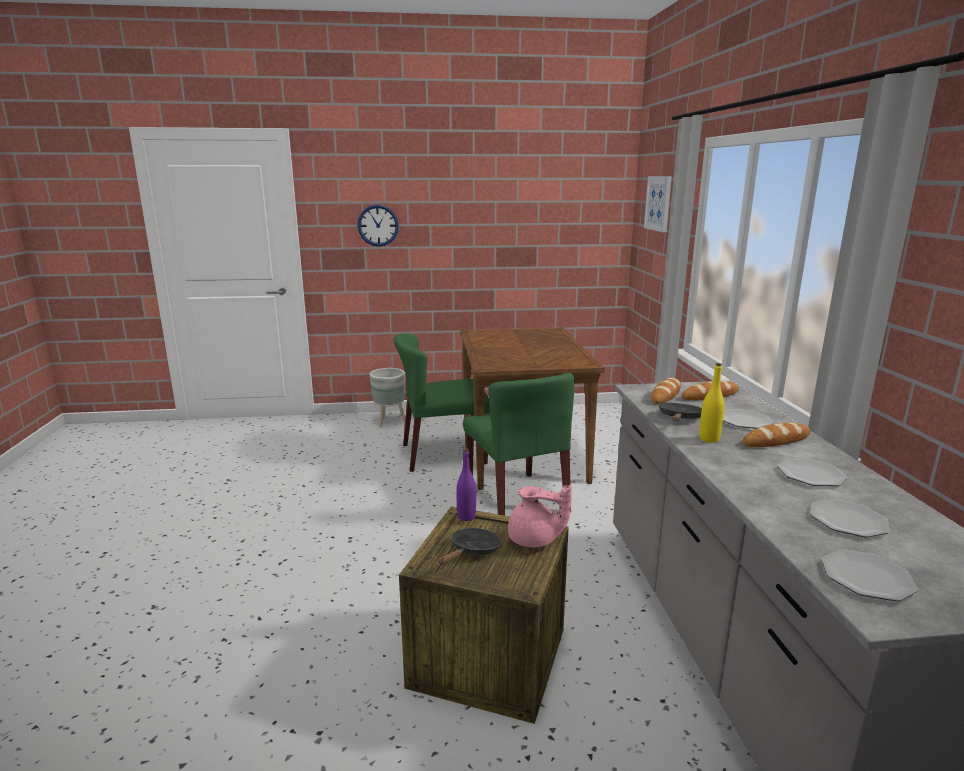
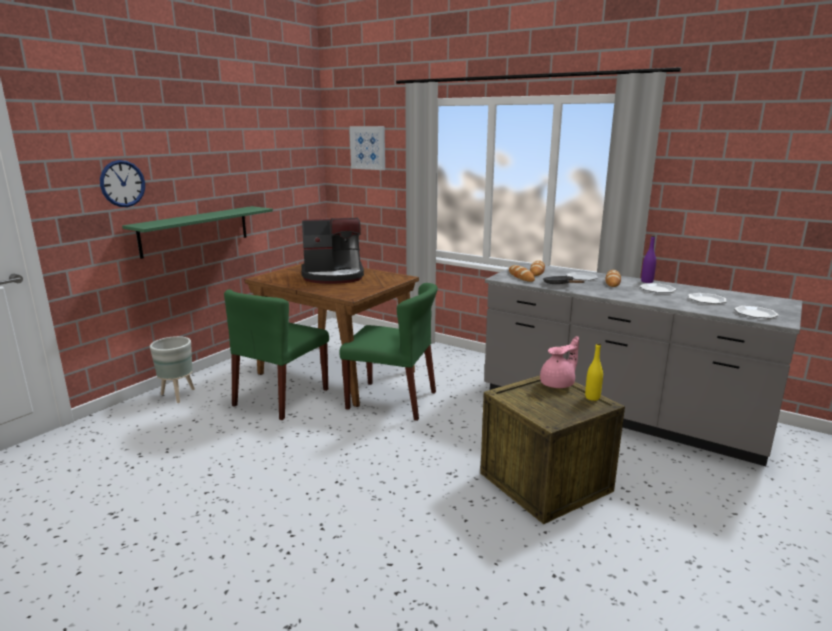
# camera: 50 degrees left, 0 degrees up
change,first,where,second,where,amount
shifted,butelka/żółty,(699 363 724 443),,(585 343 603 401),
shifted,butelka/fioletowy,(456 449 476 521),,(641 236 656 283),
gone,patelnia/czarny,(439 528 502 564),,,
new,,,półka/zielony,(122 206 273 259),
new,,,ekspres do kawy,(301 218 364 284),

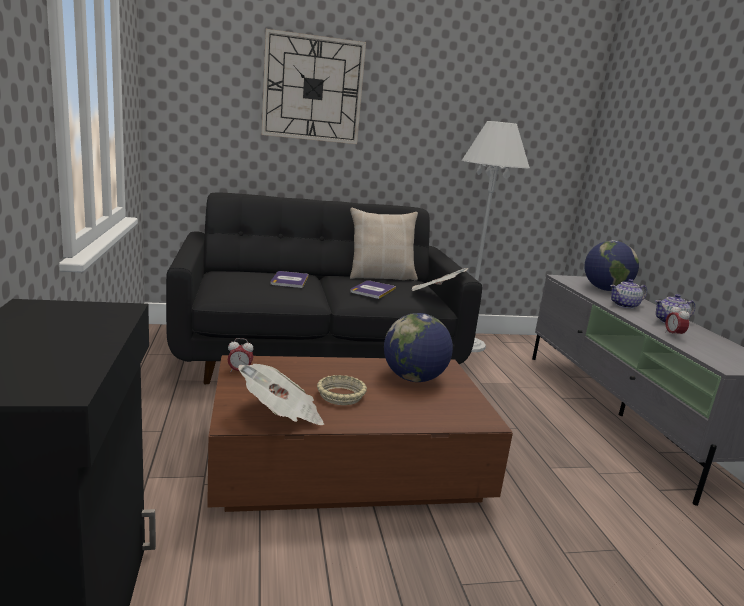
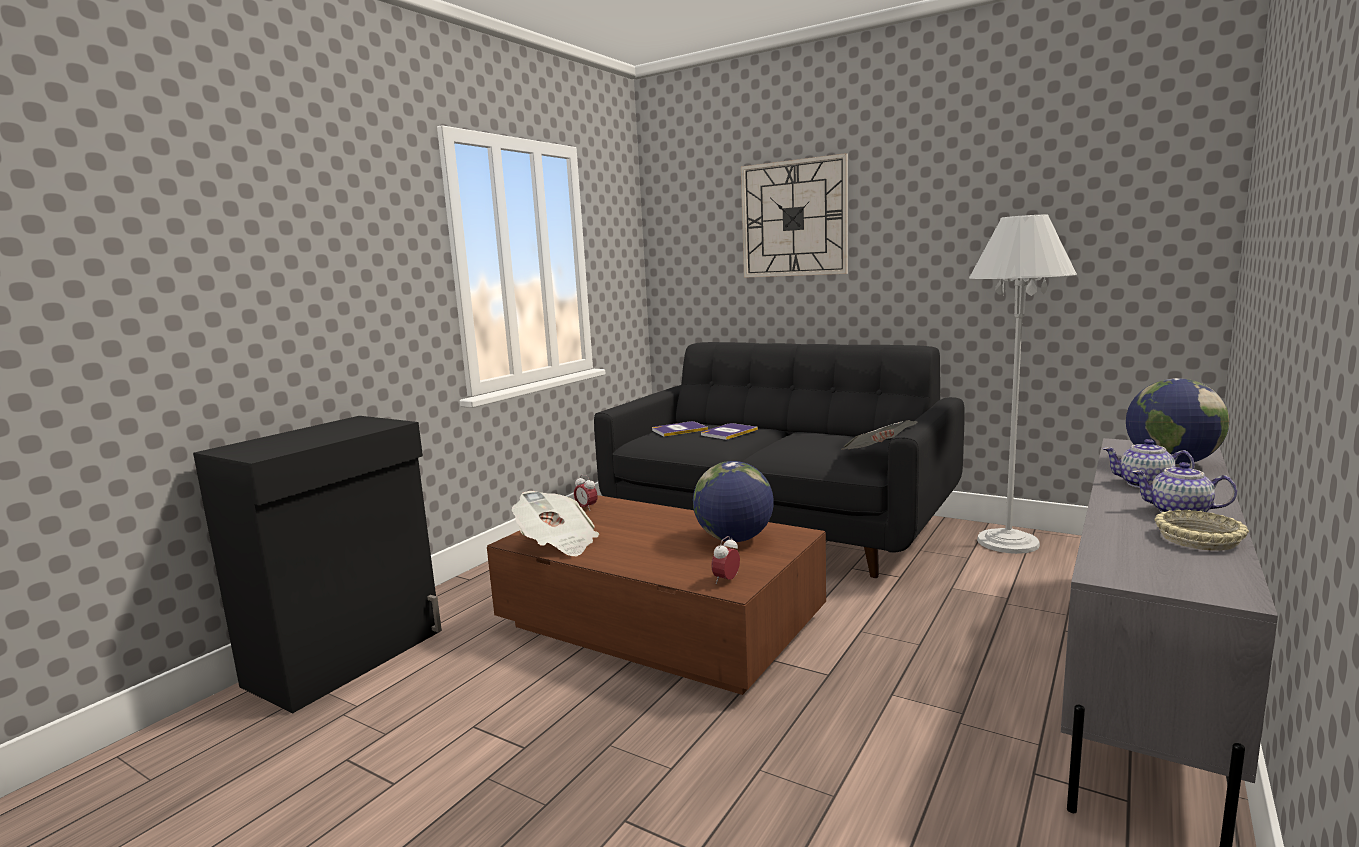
# camera: 45 degrees right, 5 degrees down
change,first,where,second,where,amount
gone,poduszka/beżowy,(350 208 418 281),,,
shifted,książka,(350 281 396 299),,(652 421 708 437),
shifted,budzik,(665 304 690 338),,(711 536 740 584),
shifted,miska/beżowy,(317 375 367 405),,(1154 510 1249 551),

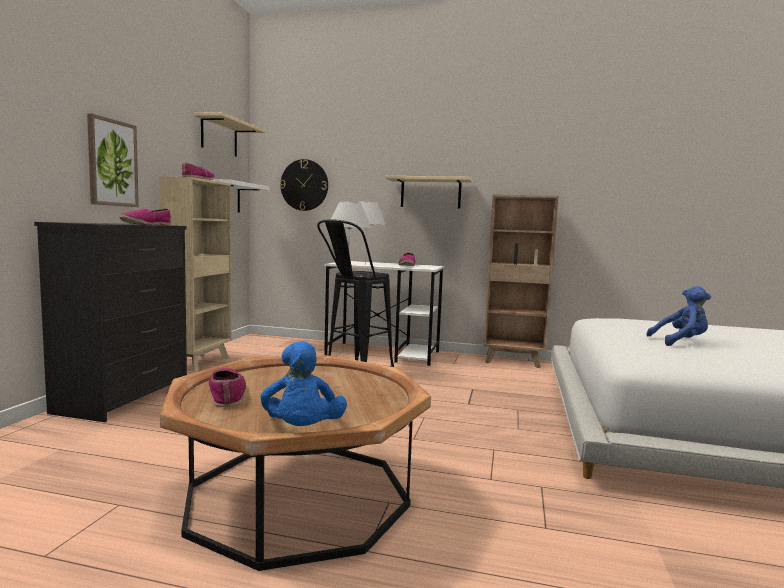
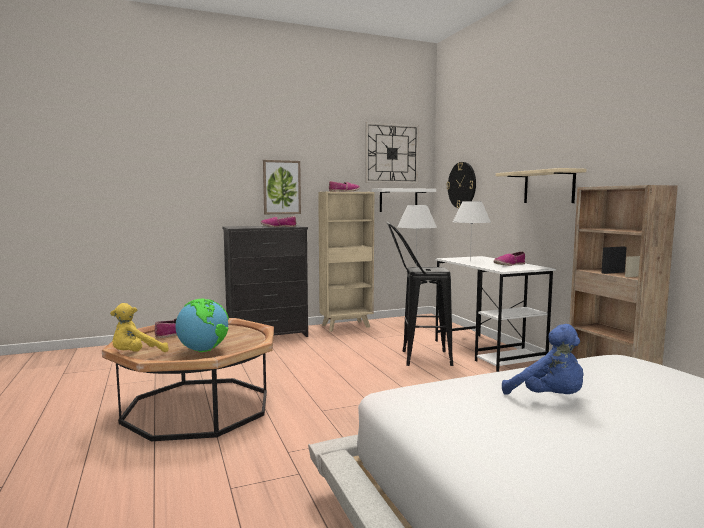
# camera: 55 degrees right, 0 degrees up
change,first,where,second,where,amount
swapped,półka/beżowy,(194 112 266 157),zegar ścienny,(365 122 419 183),
repainted,pluszak/niebieski,(261 341 347 426),pluszak/żółty,(110 303 169 352),
new,,,globus,(175 298 229 352),

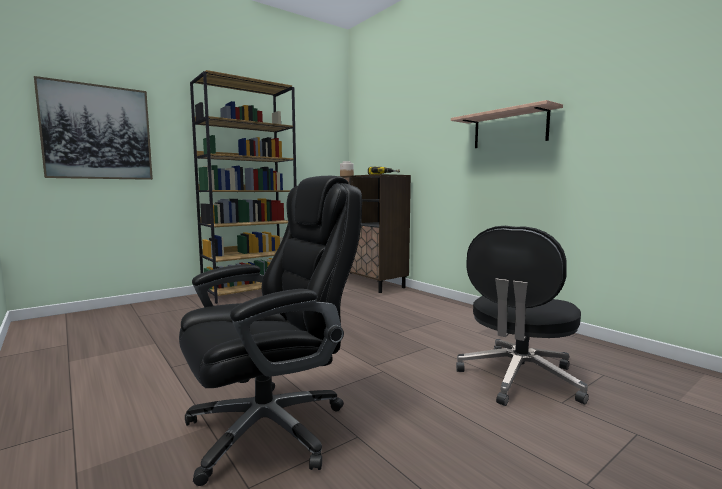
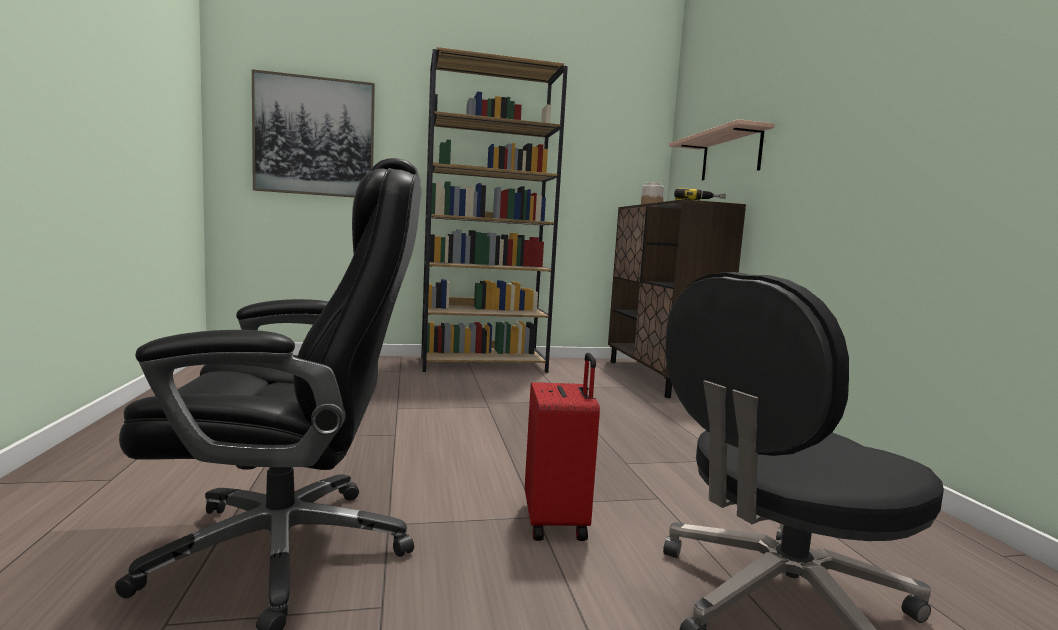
# camera: 25 degrees right, 0 degrees up
change,first,where,second,where,amount
shifted,półka,(451 100 563 148),,(669 119 775 180),
new,,,walizka/czerwony,(525 353 600 541),

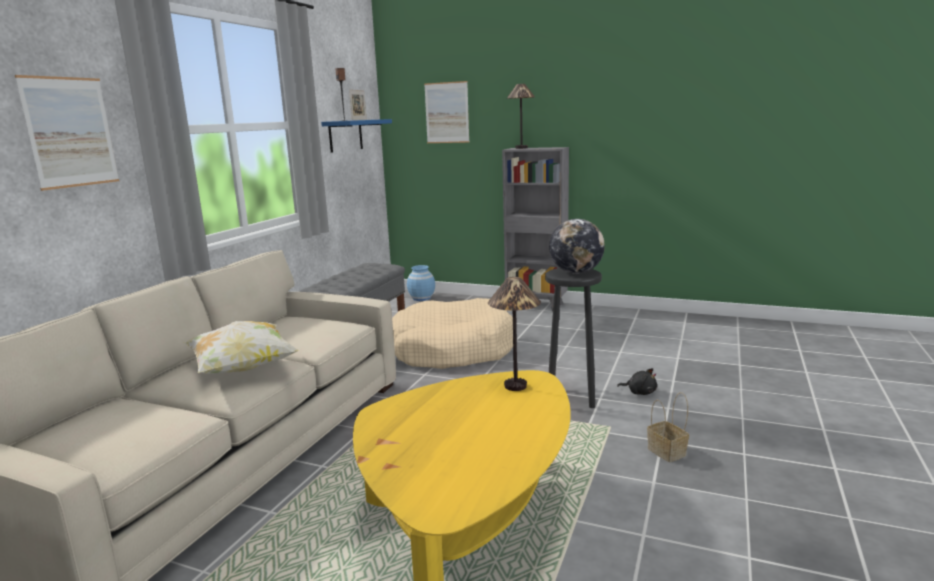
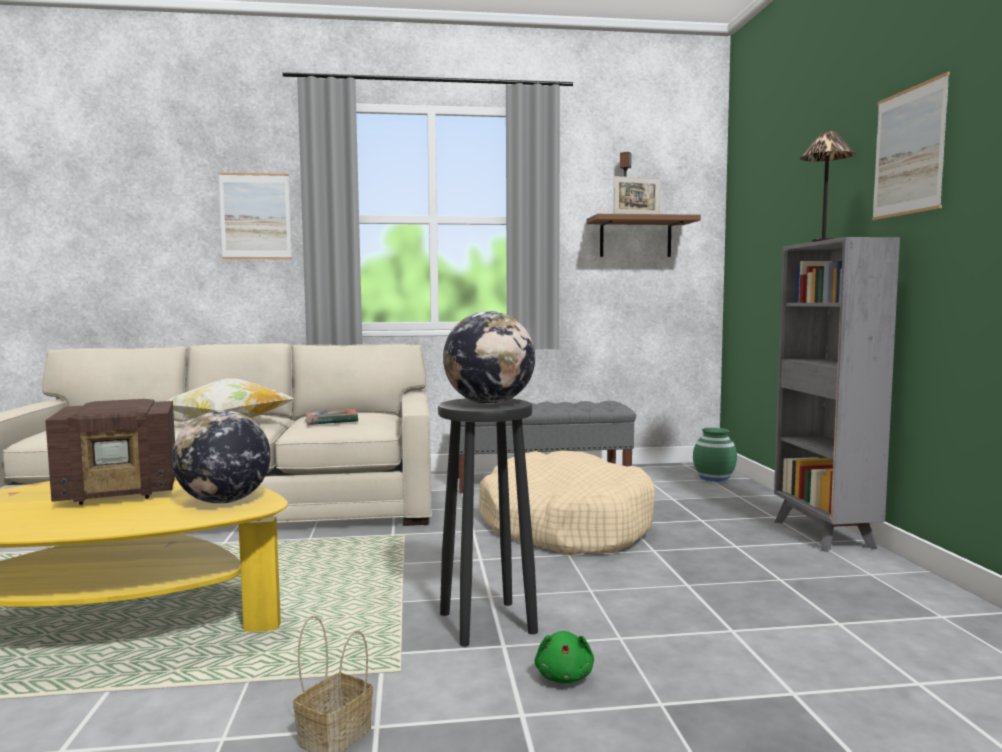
# camera: 60 degrees right, 10 degrees down
change,first,where,second,where,amount
shifted,obraz,(424 81 470 143),,(872 72 950 220),
repainted,półka/niebieski,(321 119 392 153),półka/brązowy,(587 214 701 257),
repainted,wazon/niebieski,(407 265 435 301),wazon/zielony,(693 428 737 481),
swapped,lampa stołowa,(488 277 541 391),globus,(172 410 271 504),
repainted,pluszak/czarny,(617 368 657 395),pluszak/zielony,(535 631 594 683),
new,,,radio,(45 399 175 505),
new,,,książka,(305 409 358 425),

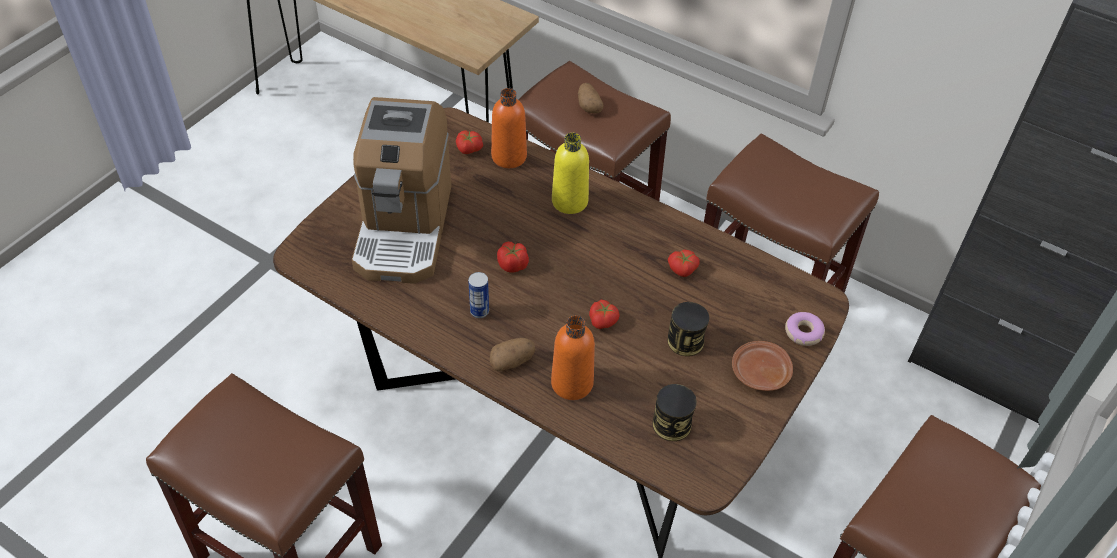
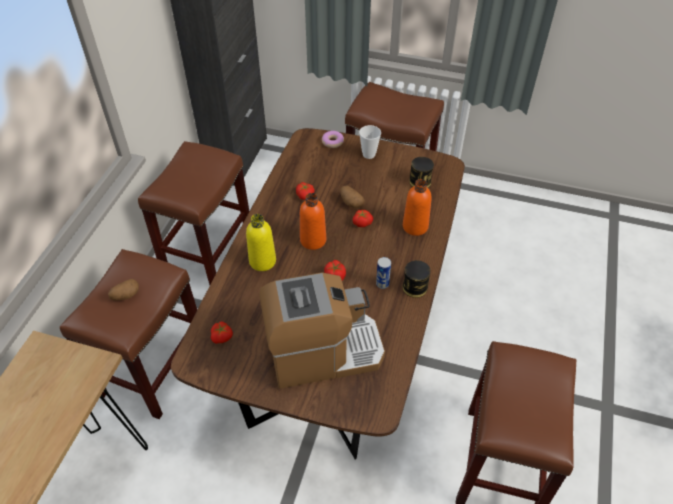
# camera: 105 degrees left, 0 degrees up
change,first,where,second,where,amount
shifted,butelka/pomarańczowy,(491 88 527 168),,(300 193 326 250),
shifted,puszka,(668 302 709 356),,(402 260 431 298),
shifted,ziemniak,(489 338 535 371),,(340 186 365 208),
swapped,talerz/brązowy,(732 341 793 391),filiżanka,(359 125 381 159),

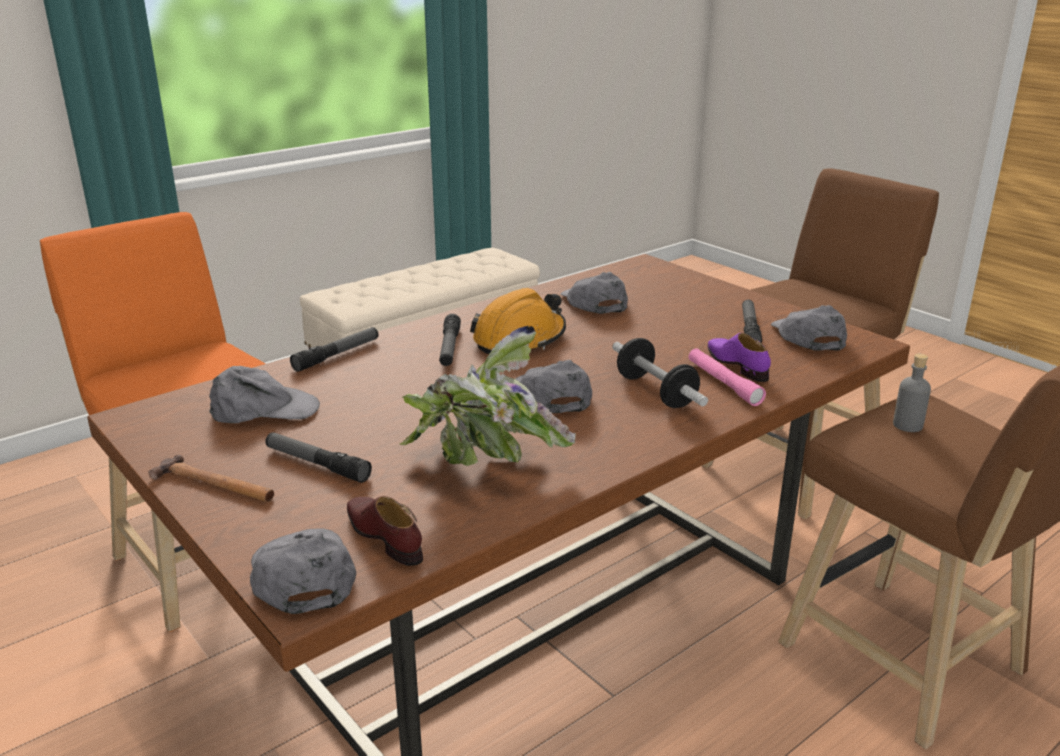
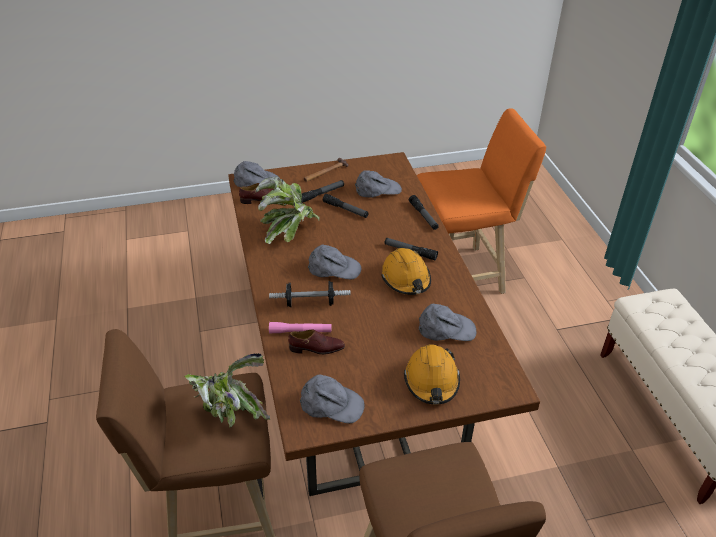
# camera: 115 degrees right, 15 degrees up
change,first,where,second,where,amount
shifted,latarka,(742 300 762 343),,(323 194 369 218),
repainted,but/fioletowy,(707 333 771 382),but/brązowy,(288 330 345 355),
swapped,butelka/szary,(893 354 931 432),roślina doniczkowa,(185 353 270 428),
rotated,czapka z daszkiem/szary,(209 366 320 423),,(355 170 402 198),120 degrees counterclockwise
new,,,kask/pomarańczowy,(404 344 460 404),

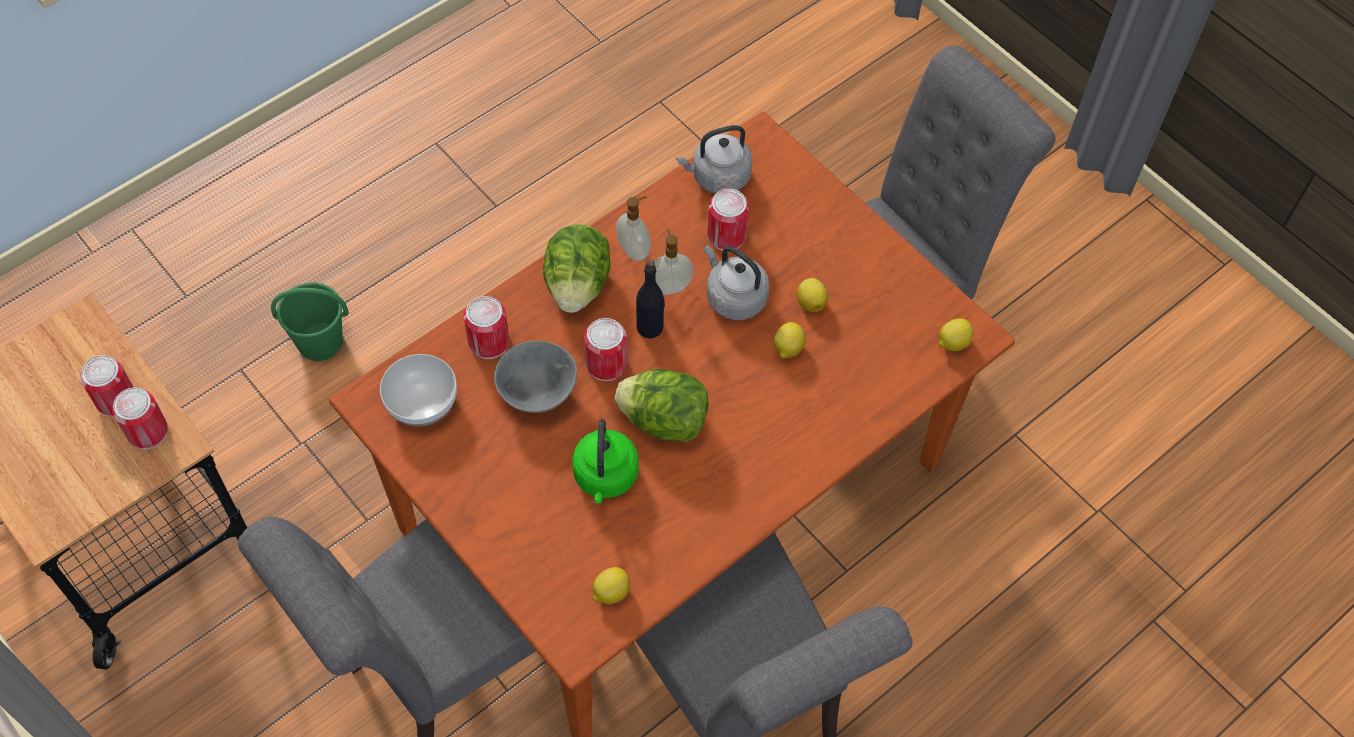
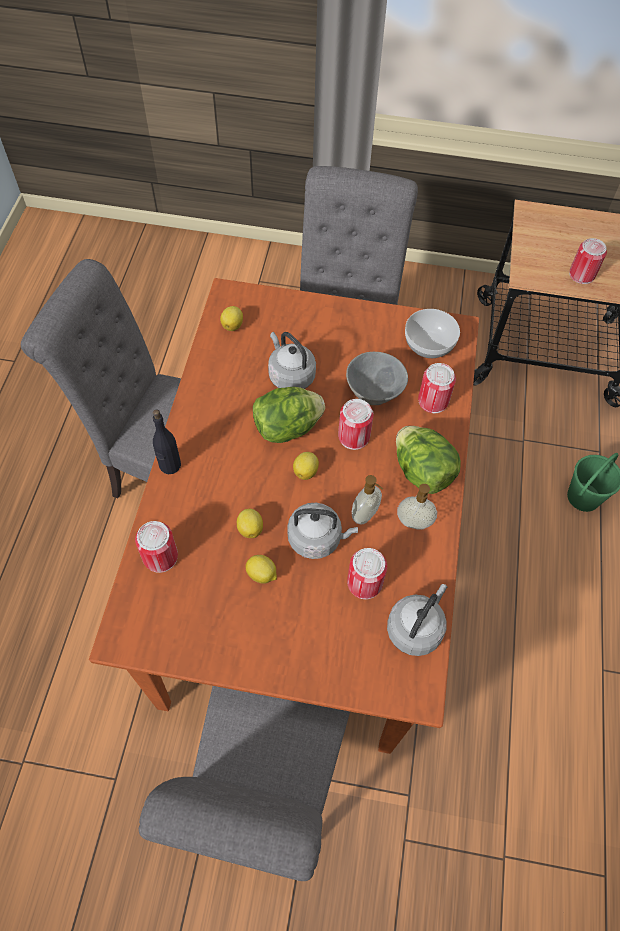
# camera: 140 degrees right, 0 degrees up
change,first,where,second,where,amount
shifted,butelka/czarny,(636 259 665 338),,(153 410 181 474),
shifted,cytryna,(939 318 974 351),,(293 452 319 480),
shifted,puszka,(112 388 168 449),,(135 521 178 573),
repainted,czajnik/zielony,(572 419 639 503),czajnik/szary,(268 332 316 389),

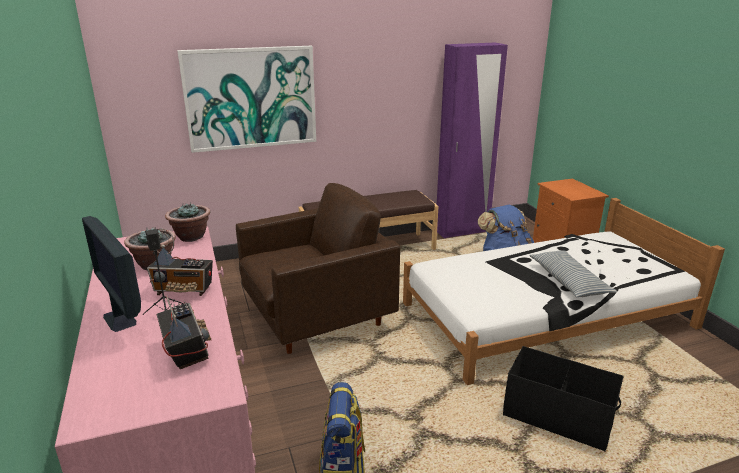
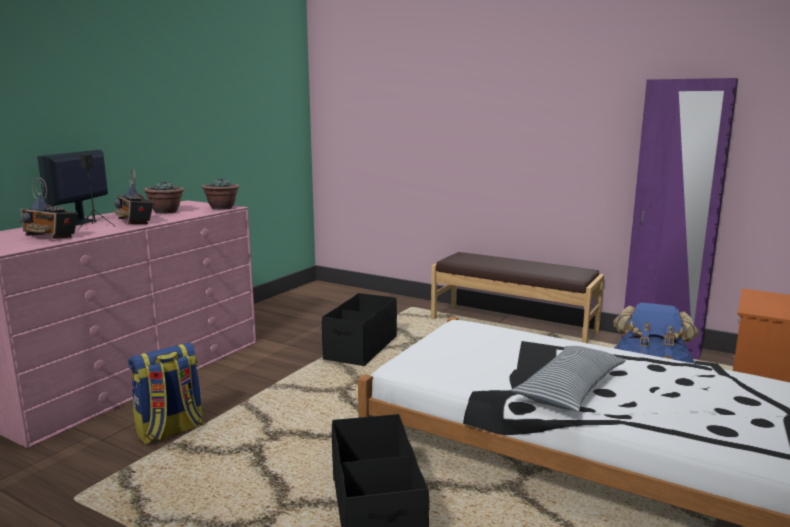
# camera: 50 degrees right, 10 degrees down
change,first,where,second,where,amount
gone,obraz,(177 46 316 153),,,
swapped,fotel/brązowy,(236 183 400 354),pojemnik do przechowywania/czarny,(322 293 397 366),
rotated,radio,(157 295 211 369),,(20 178 78 239),90 degrees clockwise

